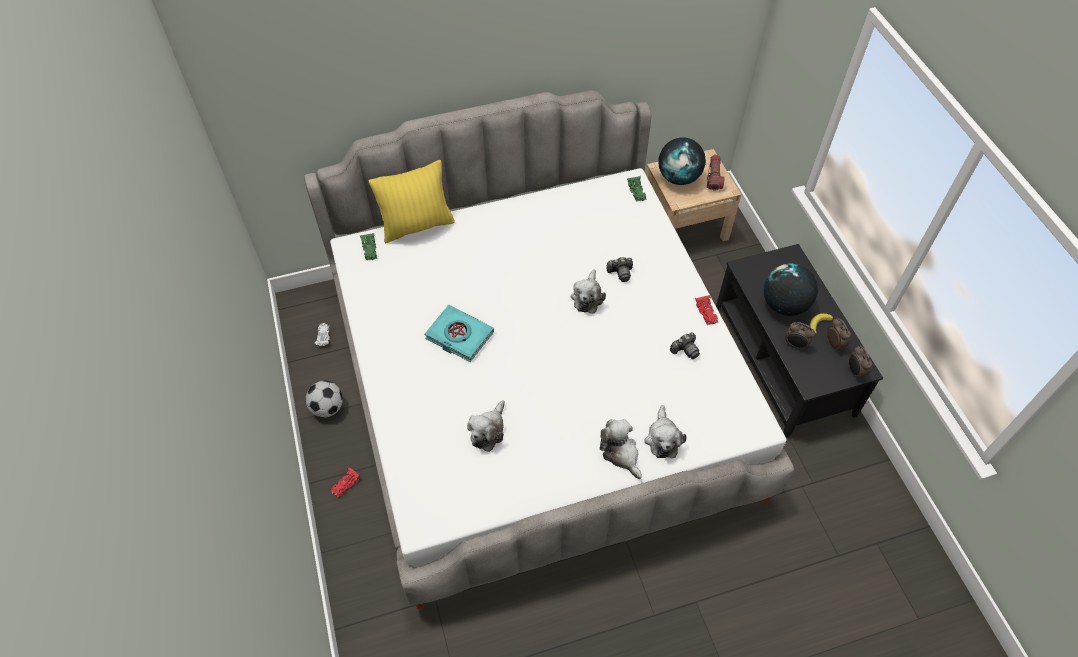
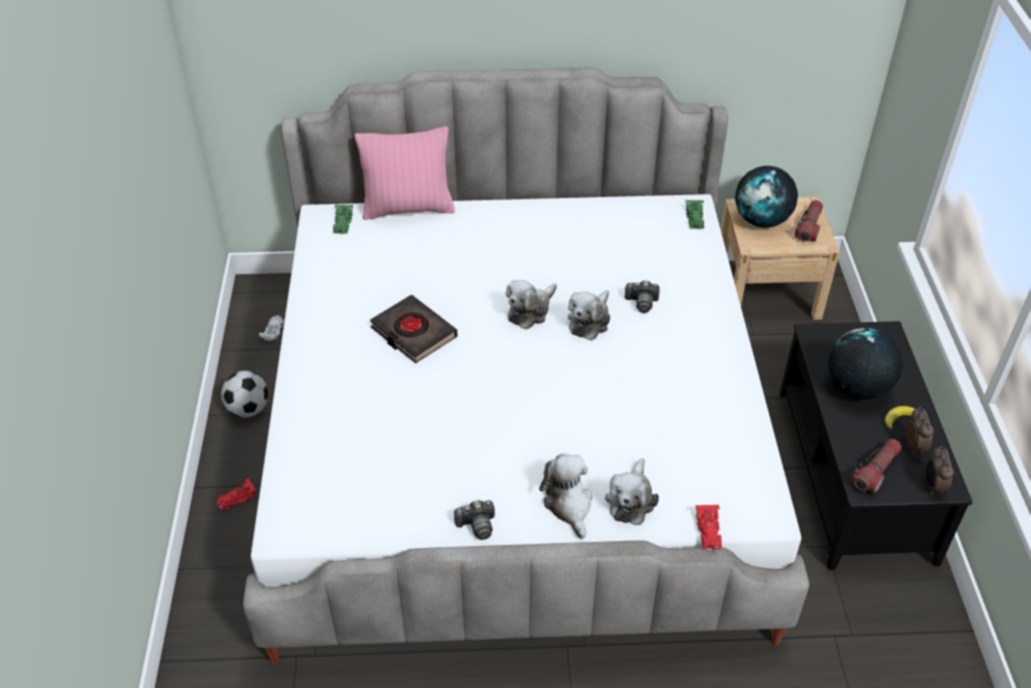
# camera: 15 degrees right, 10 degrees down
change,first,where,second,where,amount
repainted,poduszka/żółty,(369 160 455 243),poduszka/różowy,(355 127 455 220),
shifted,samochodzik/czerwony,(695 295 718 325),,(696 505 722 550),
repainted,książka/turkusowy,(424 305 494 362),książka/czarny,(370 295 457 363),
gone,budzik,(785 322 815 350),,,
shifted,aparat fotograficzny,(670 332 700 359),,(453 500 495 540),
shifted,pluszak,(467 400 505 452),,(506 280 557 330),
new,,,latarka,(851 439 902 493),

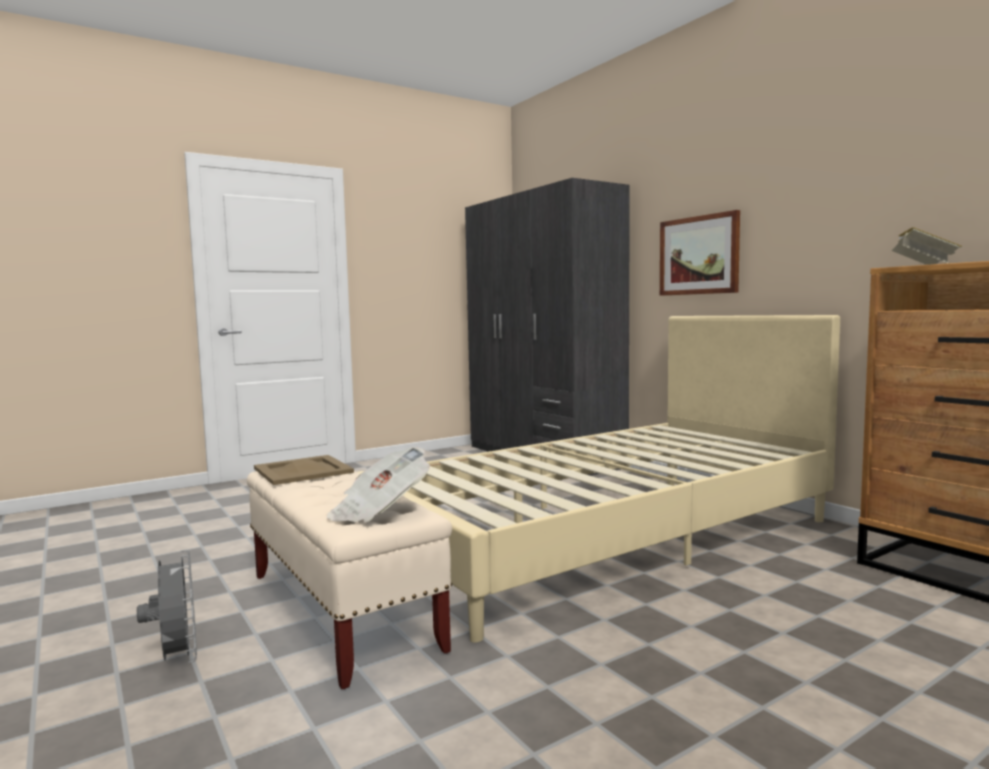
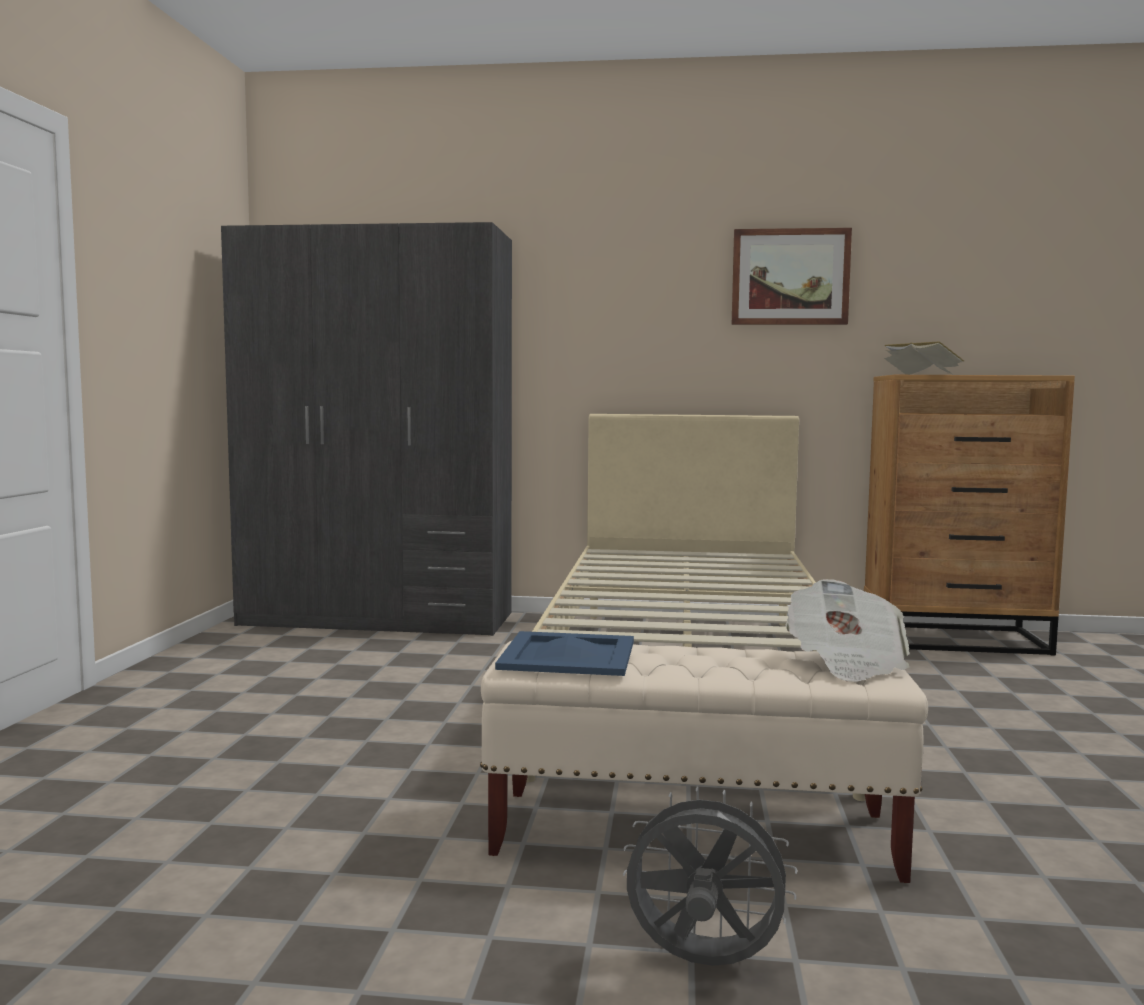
# camera: 50 degrees left, 0 degrees up
change,first,where,second,where,amount
shifted,obraz,(660 210 740 296),,(732 228 852 325),
repainted,taca/beżowy,(254 455 354 485),taca/niebieski,(495 631 634 676),

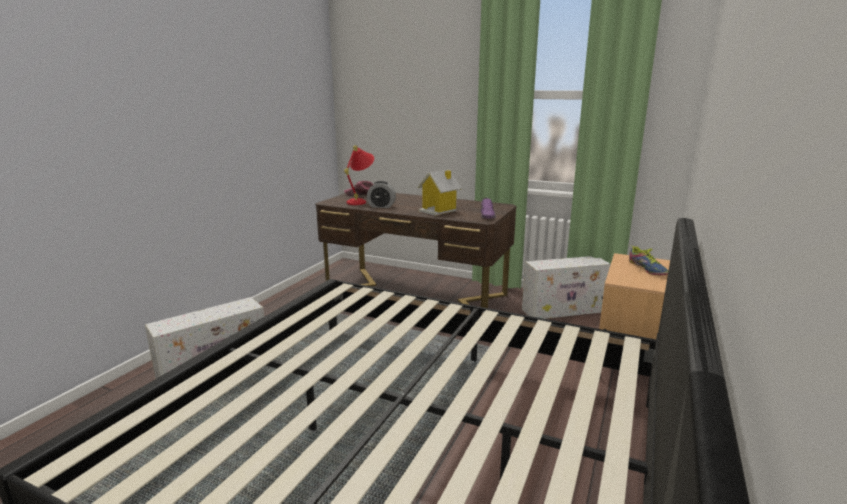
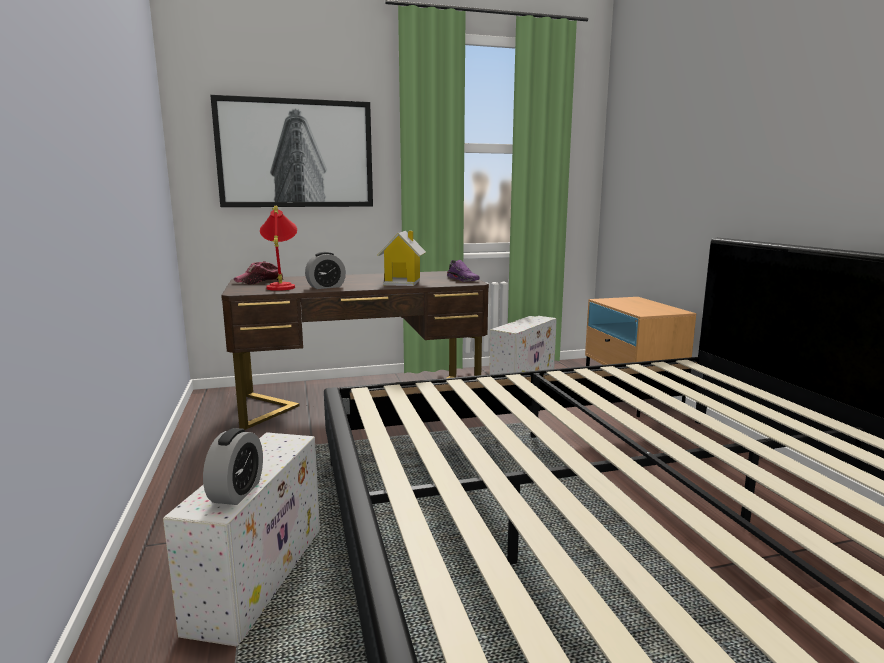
# camera: 40 degrees left, 5 degrees down
change,first,where,second,where,amount
gone,but,(629 245 668 275),,,
new,,,obraz,(210 95 373 207),
new,,,budzik,(203 428 263 505),

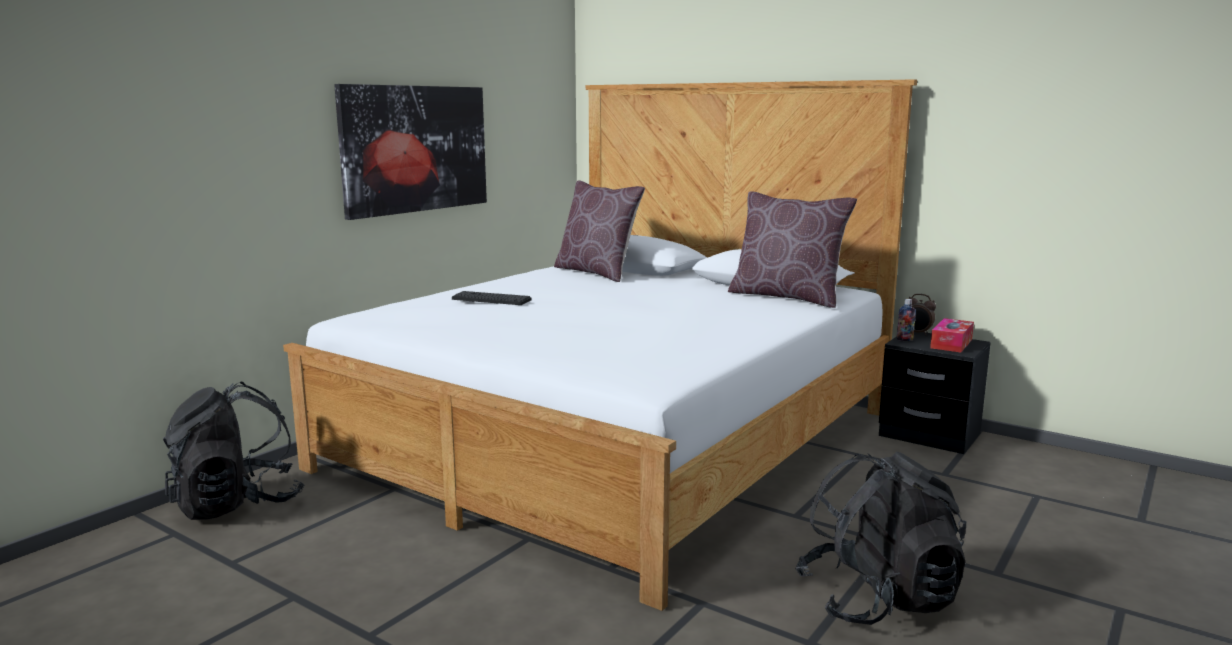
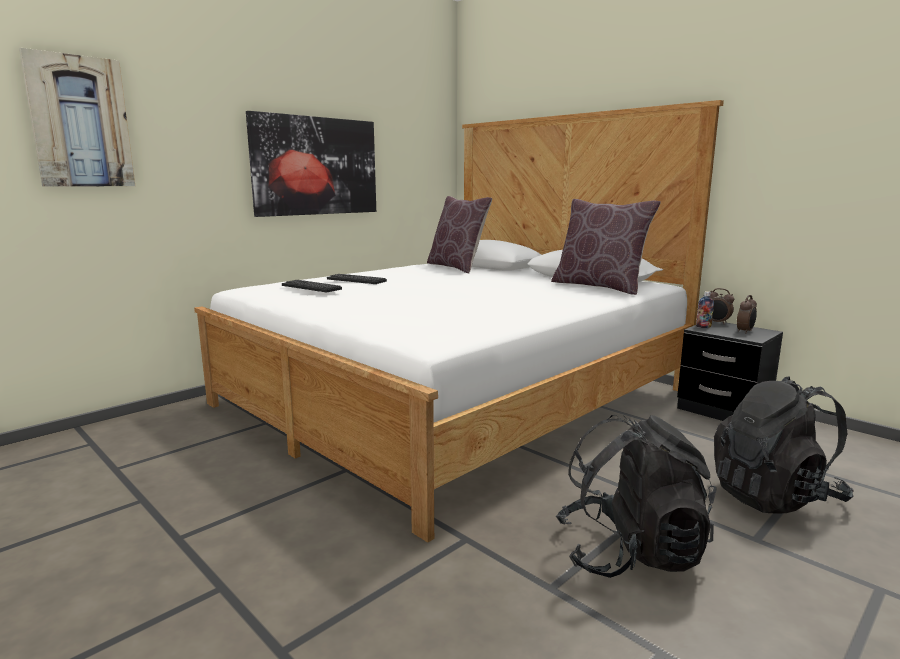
# camera: 10 degrees right, 0 degrees up
change,first,where,second,where,amount
swapped,pudełko chusteczek,(930 318 974 353),budzik,(737 295 757 333),
shifted,plecak/czarny,(163 382 304 520),,(714 376 853 514),
new,,,obraz,(19 48 135 187),
new,,,klawiatura,(282 280 342 292),

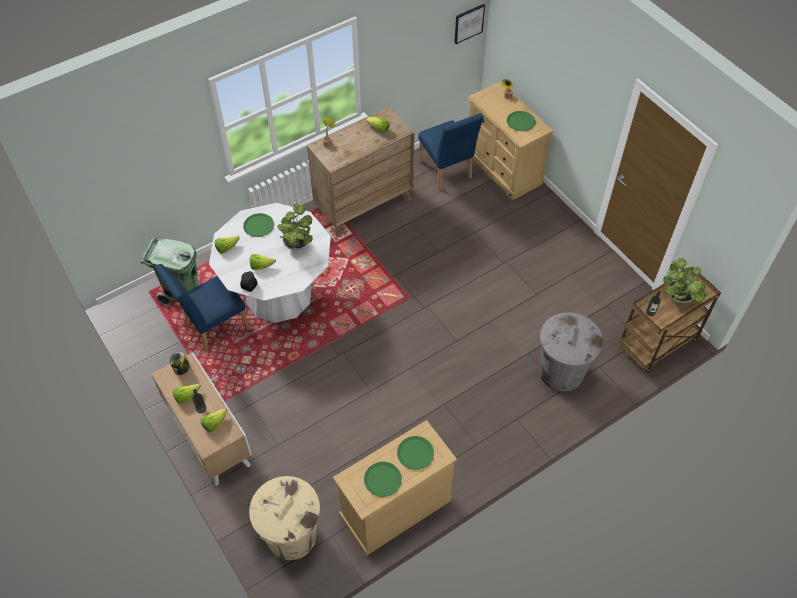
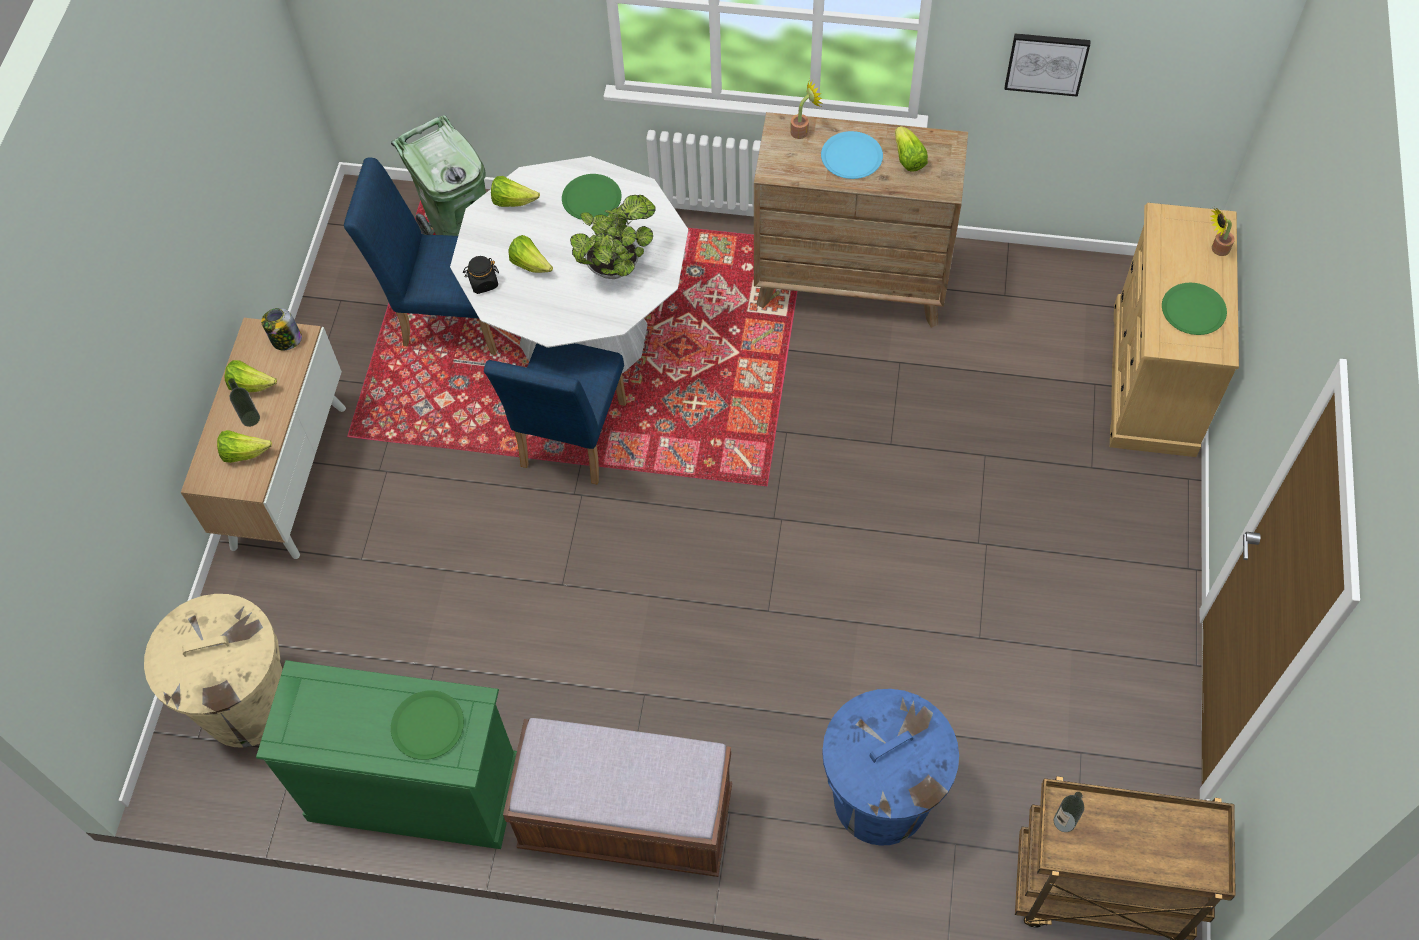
# camera: 45 degrees right, 5 degrees up
change,first,where,second,where,amount
shifted,obraz,(454 4 485 44),,(1004 33 1091 97),
shifted,krzesło/niebieski,(418 113 484 190),,(484 343 627 484),
gone,roślina doniczkowa,(663 258 707 303),,,
repainted,kosz na śmieci/szary,(540 313 603 392),kosz na śmieci/niebieski,(822 689 959 846),
repainted,komoda/beżowy,(332 420 457 556),komoda/zielony,(256 660 517 849),
gone,talerz/zielony,(364 462 402 497),,,
new,,,talerz/niebieski,(821 131 883 179),
new,,,ławka/brązowy,(503 718 732 877),

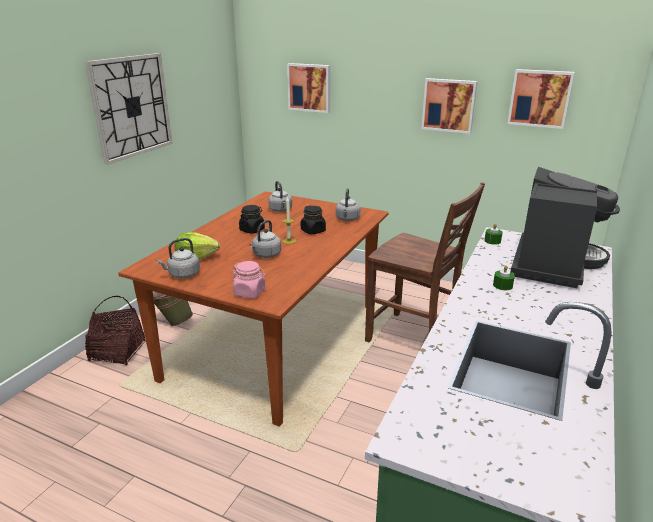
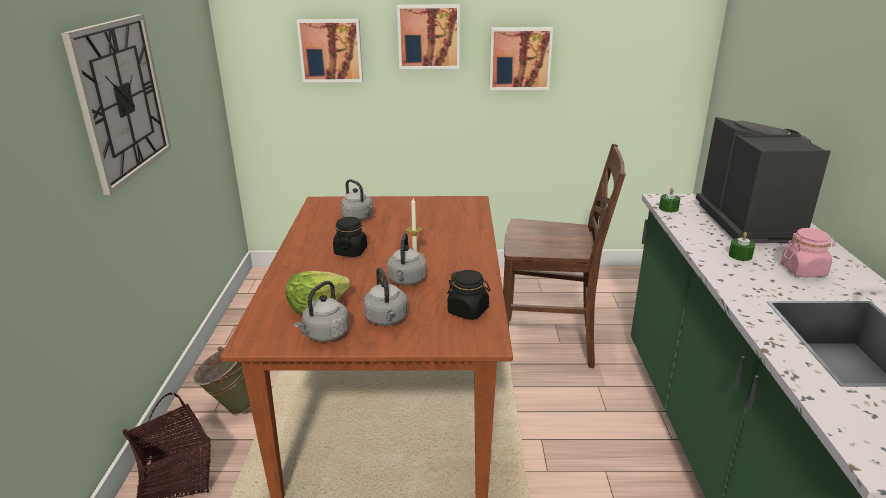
# camera: 25 degrees left, 0 degrees up
change,first,where,second,where,amount
shifted,obraz,(507 69 575 129),,(397 4 460 69),
shifted,czajnik/szary,(336 188 360 221),,(363 267 408 326),
shifted,słoik/czarny,(301 206 326 234),,(447 270 491 320),
shifted,słoik/różowy,(233 261 266 299),,(781 228 836 277),

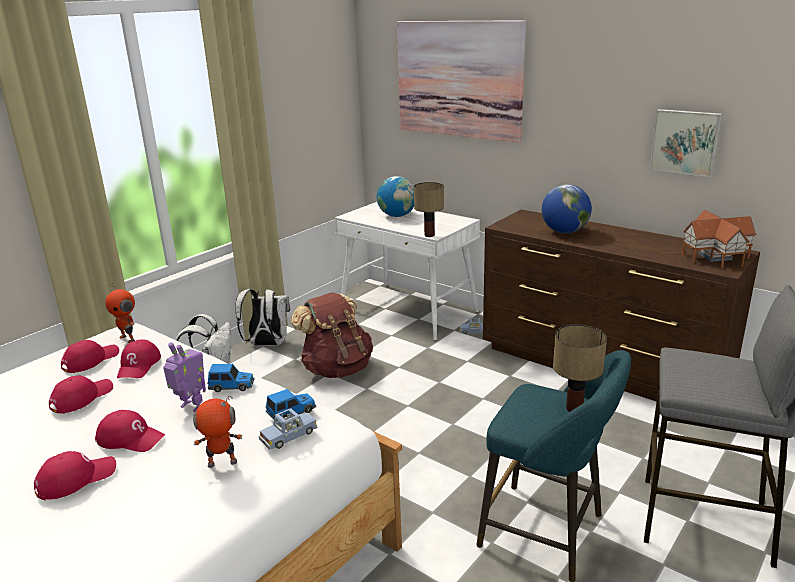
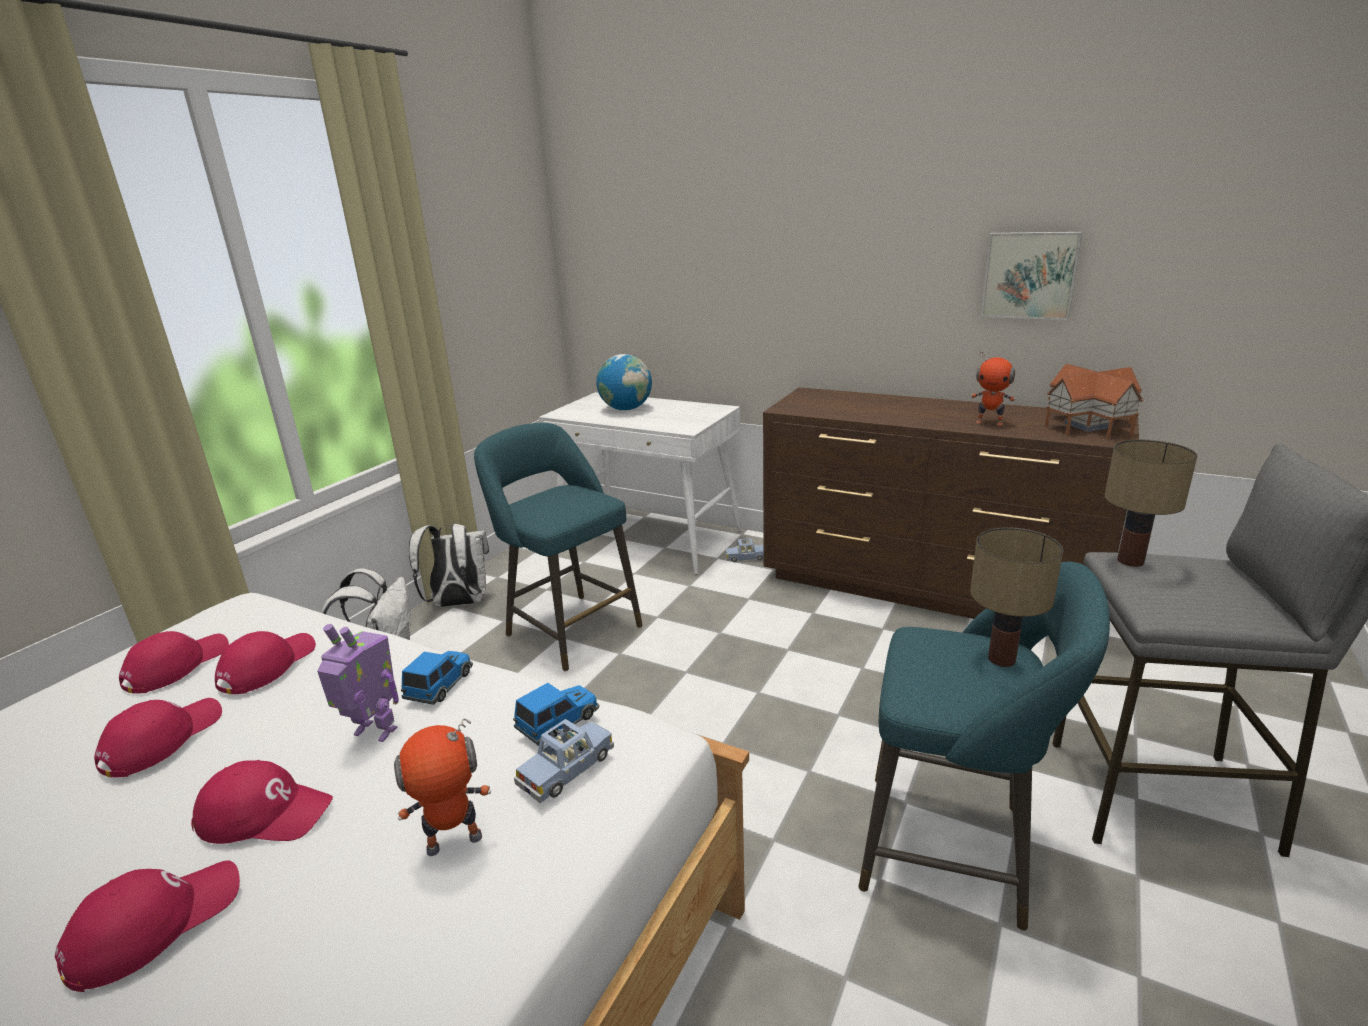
# camera: 10 degrees left, 0 degrees up
change,first,where,second,where,amount
gone,obraz,(397 20 526 143),,,
shifted,lampa stołowa,(414 182 444 237),,(1104 440 1198 567),
gone,globus,(542 184 592 233),,,
shifted,robot zabawkowy,(105 282 135 343),,(971 351 1015 426),
swapped,plecak/brązowy,(291 292 373 378),stołek/turkusowy,(474 423 643 672),
rotated,czapka z daszkiem/czerwony,(117 339 161 378),,(215 631 316 694),150 degrees counterclockwise
rotated,samochodzik,(207 364 255 392),,(401 651 473 705),60 degrees counterclockwise

